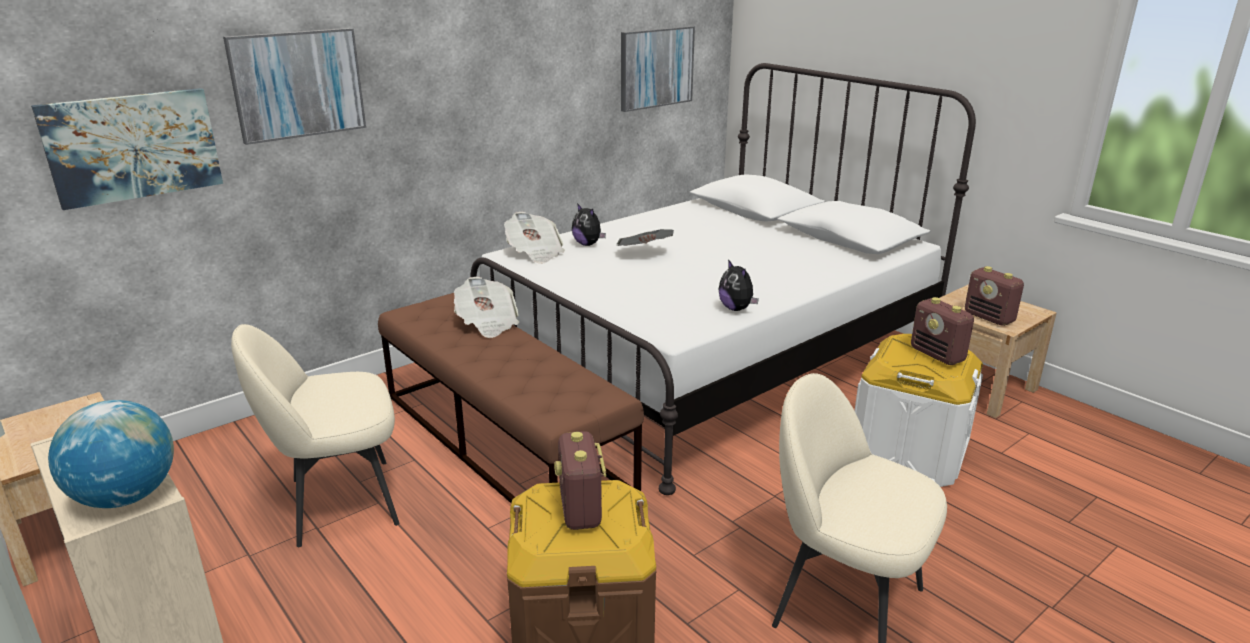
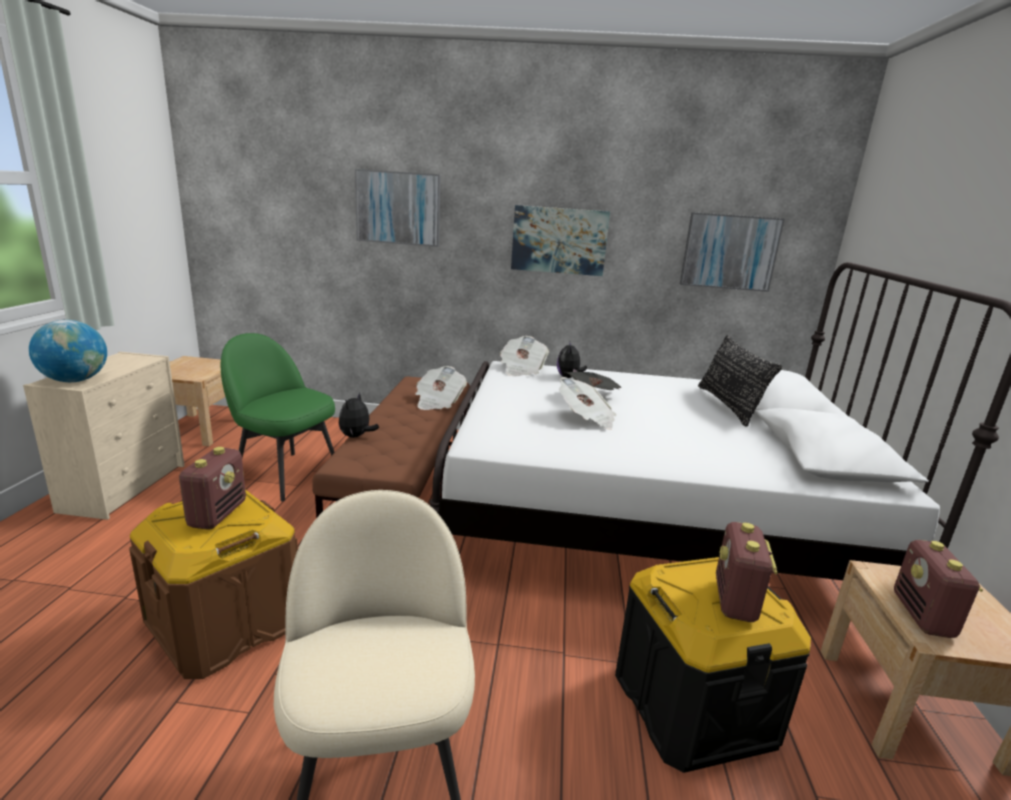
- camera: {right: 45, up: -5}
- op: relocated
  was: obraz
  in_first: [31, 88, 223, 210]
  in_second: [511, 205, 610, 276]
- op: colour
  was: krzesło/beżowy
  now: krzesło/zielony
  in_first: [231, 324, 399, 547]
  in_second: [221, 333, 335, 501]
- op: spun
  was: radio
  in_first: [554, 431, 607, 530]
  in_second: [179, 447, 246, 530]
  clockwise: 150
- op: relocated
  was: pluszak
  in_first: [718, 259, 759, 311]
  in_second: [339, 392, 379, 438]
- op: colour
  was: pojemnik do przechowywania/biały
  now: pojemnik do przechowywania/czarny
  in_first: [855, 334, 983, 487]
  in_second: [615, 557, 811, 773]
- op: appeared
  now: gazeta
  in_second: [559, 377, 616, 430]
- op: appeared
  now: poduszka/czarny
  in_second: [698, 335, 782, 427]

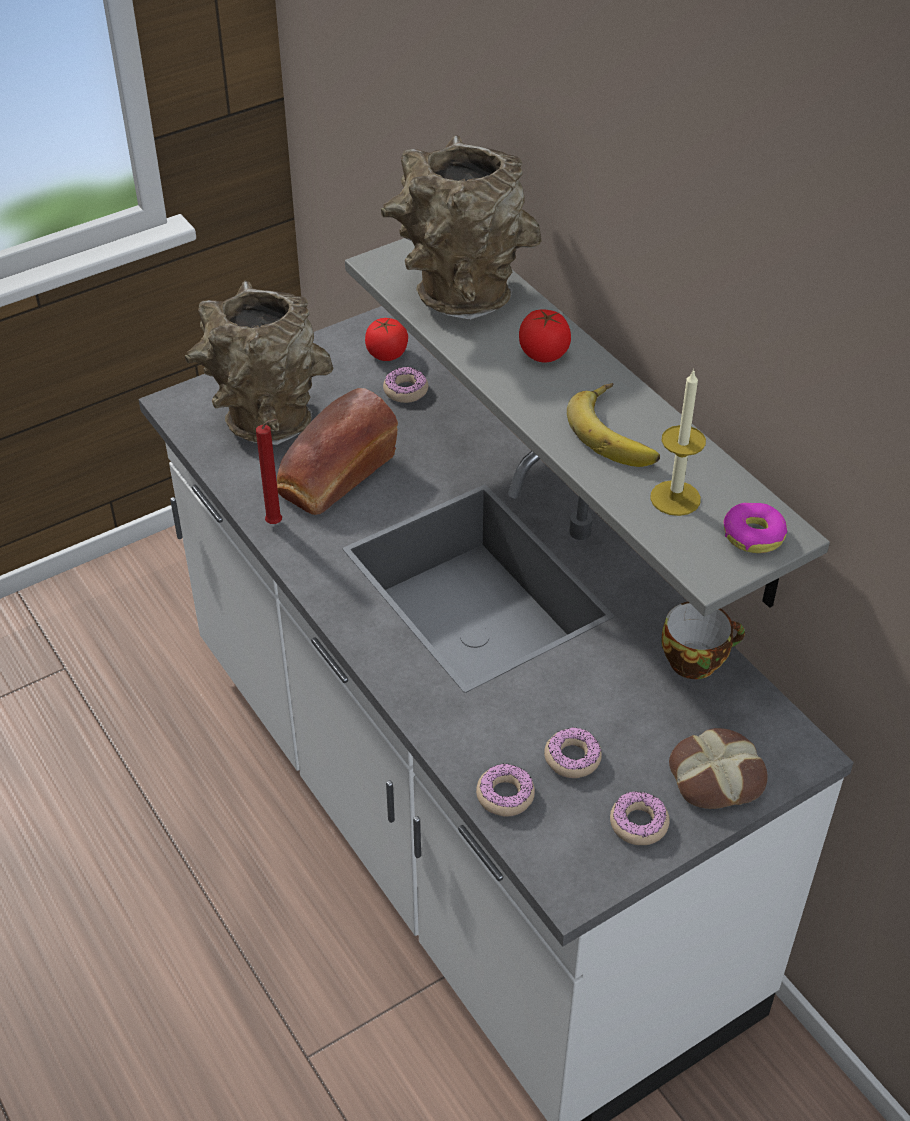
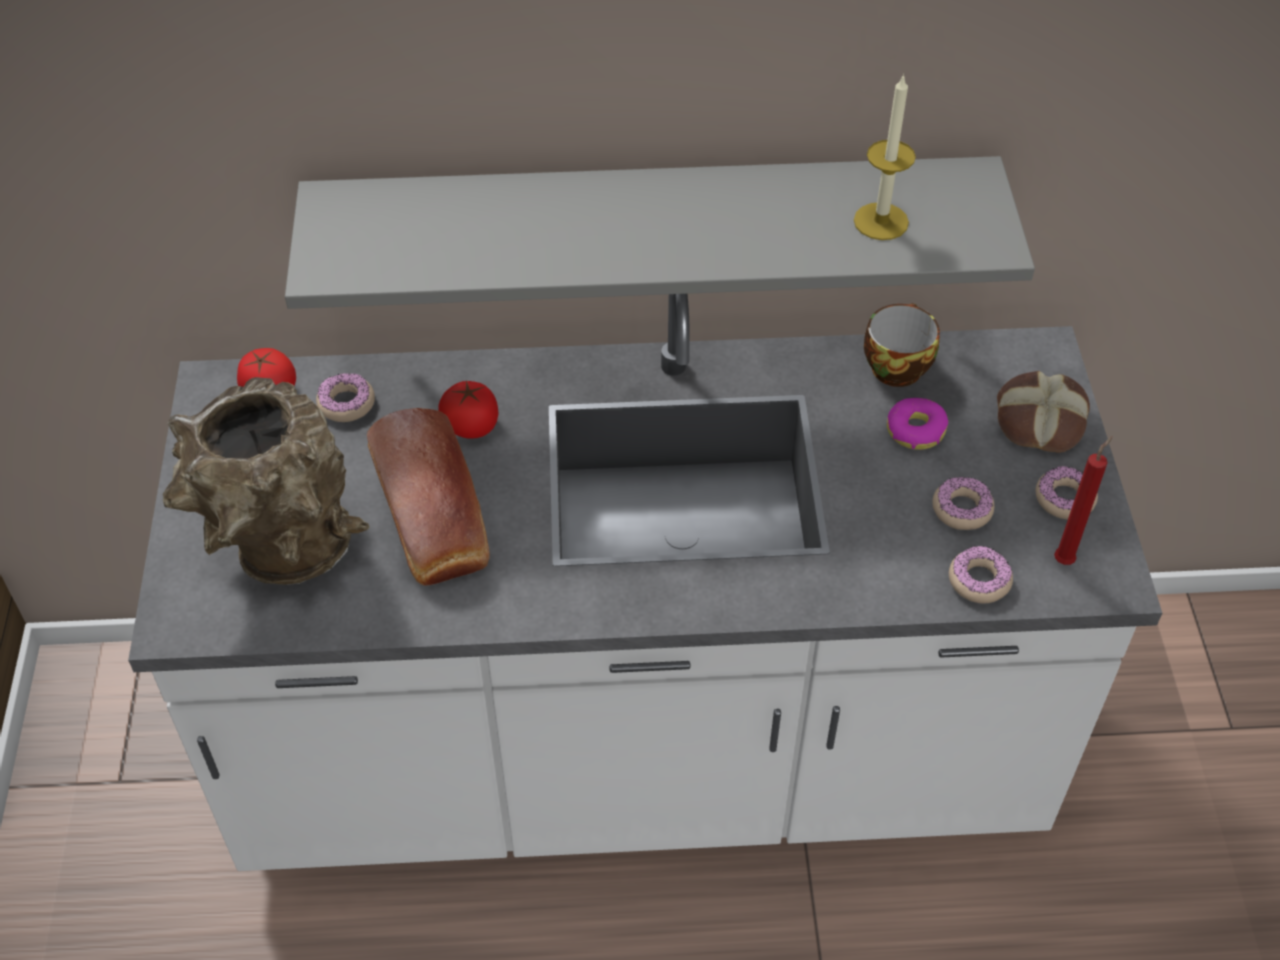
- camera: {right: -60, up: 5}
- op: relocated
  was: świeca/czerwony
  in_first: [256, 419, 282, 524]
  in_second: [1054, 436, 1112, 565]
- op: missing
  was: wazon/brązowy
  in_first: [381, 135, 542, 320]
- op: relocated
  was: pomidor
  in_first: [519, 309, 571, 362]
  in_second: [438, 380, 499, 439]
- op: missing
  was: banan
  in_first: [567, 383, 660, 467]
- op: relocated
  was: donut
  in_first: [723, 503, 787, 553]
  in_second: [887, 398, 948, 450]

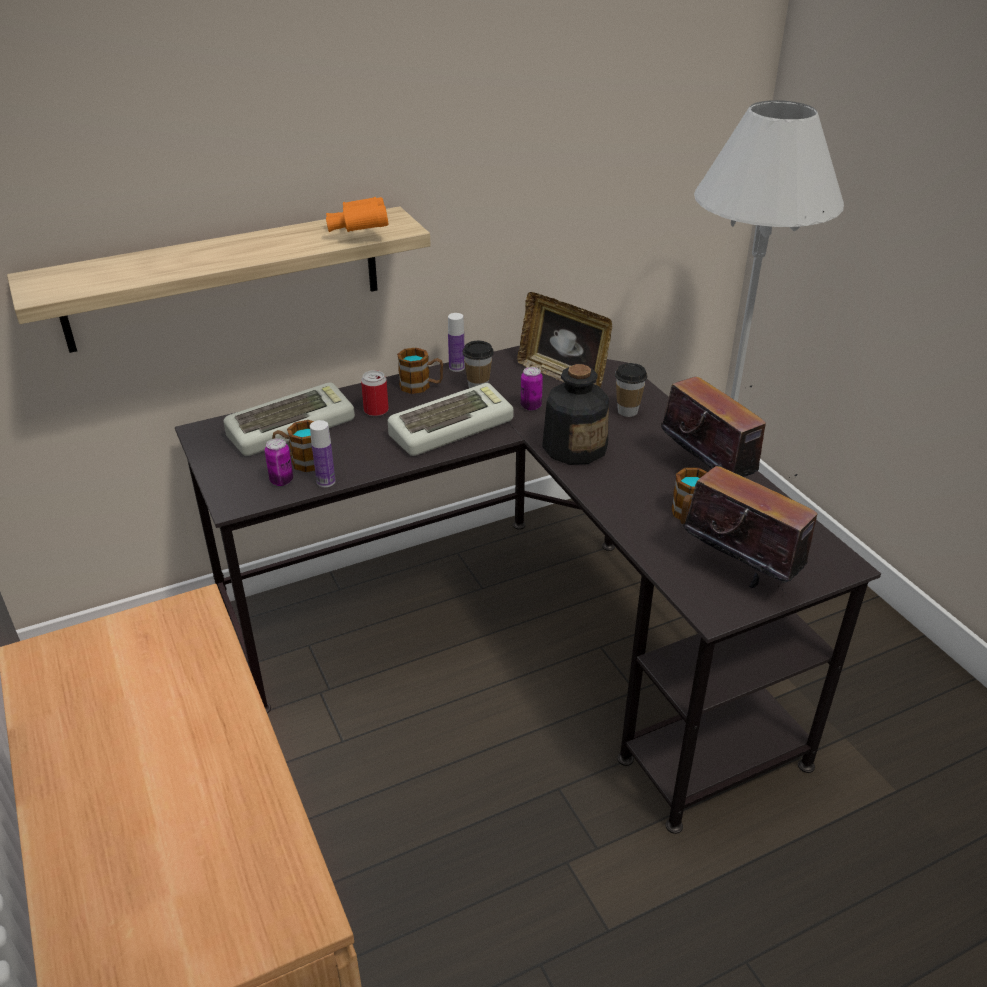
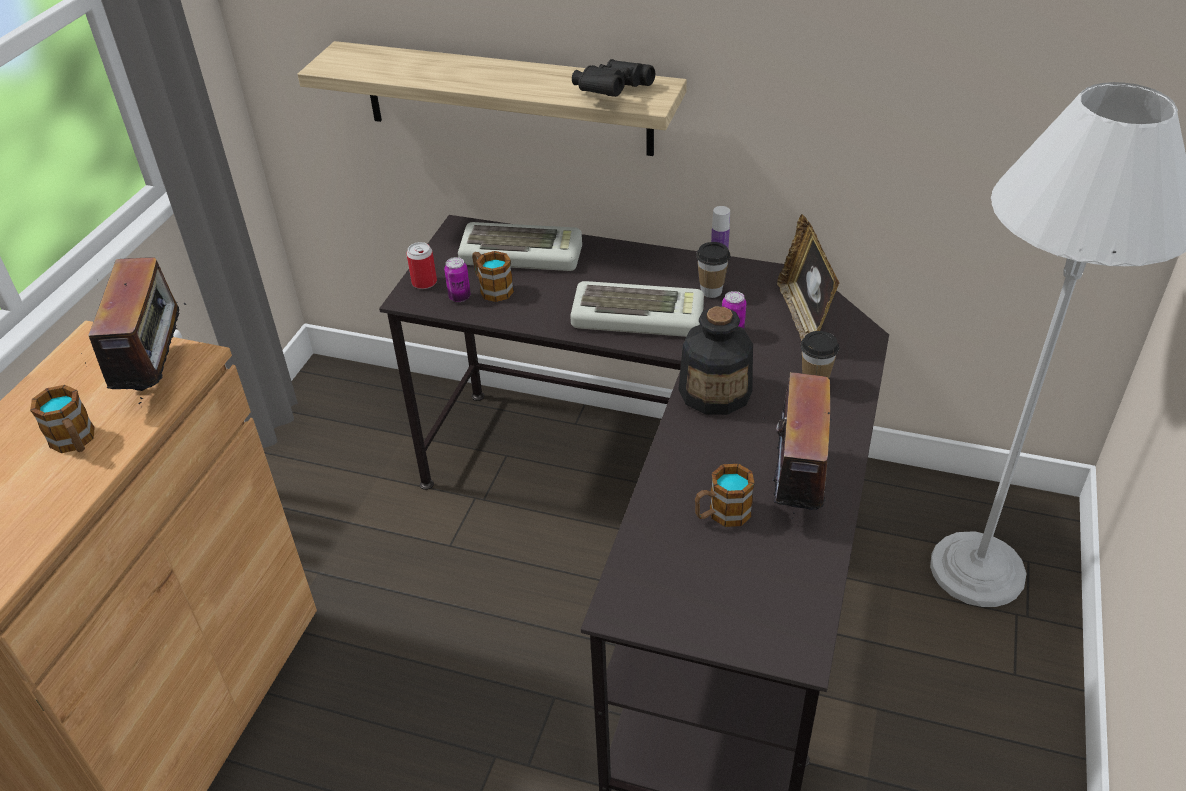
- camera: {right: 45, up: 5}
- op: missing
  was: butelka
  in_first: [310, 420, 335, 487]
- op: colour
  was: lornetka/pomarańczowy
  now: lornetka/czarny
  in_first: [326, 197, 389, 232]
  in_second: [572, 59, 655, 97]
- op: relocated
  was: puszka
  in_first: [361, 370, 389, 416]
  in_second: [407, 242, 437, 289]
- op: relocated
  was: kubek
  in_first: [397, 348, 443, 394]
  in_second: [30, 385, 95, 453]
- op: relocated
  was: radio
  in_first: [683, 466, 817, 593]
  in_second: [81, 257, 186, 404]

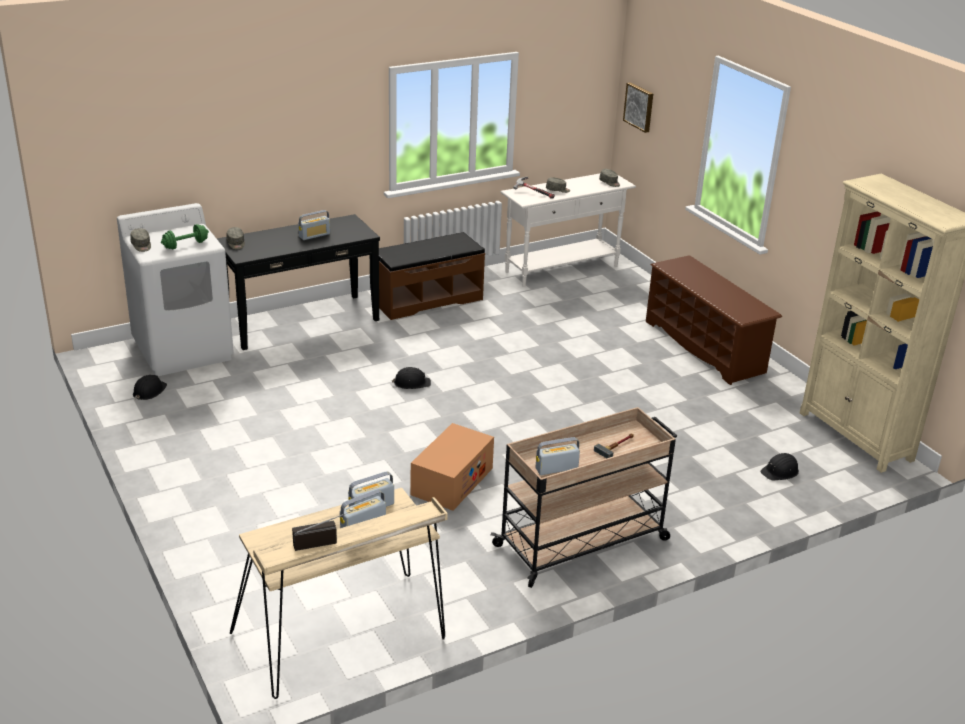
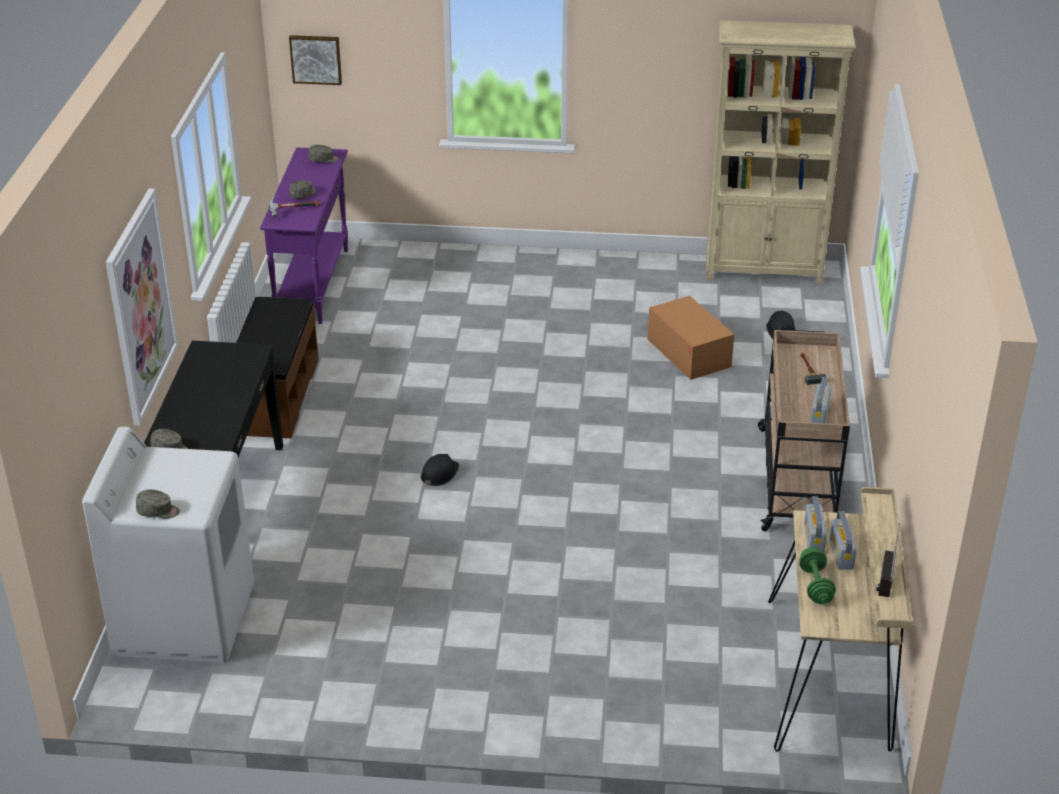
- camera: {right: -55, up: 5}
- op: missing
  was: kask/czarny
  in_first: [133, 375, 167, 400]
- op: relocated
  was: hantel/zielony
  in_first: [161, 224, 209, 250]
  in_second: [799, 547, 836, 604]
- op: missing
  was: radio
  in_first: [298, 210, 330, 240]
- op: relocated
  was: karton
  in_first: [410, 423, 494, 511]
  in_second: [648, 296, 734, 380]
- op: colour
  was: stolik konsolowy/biały
  now: stolik konsolowy/fioletowy
  in_first: [501, 174, 636, 287]
  in_second: [260, 147, 348, 324]
- op: missing
  was: regał na buty/brązowy
  in_first: [646, 255, 782, 385]
- op: appeared
  now: obraz
  in_second: [106, 188, 178, 425]

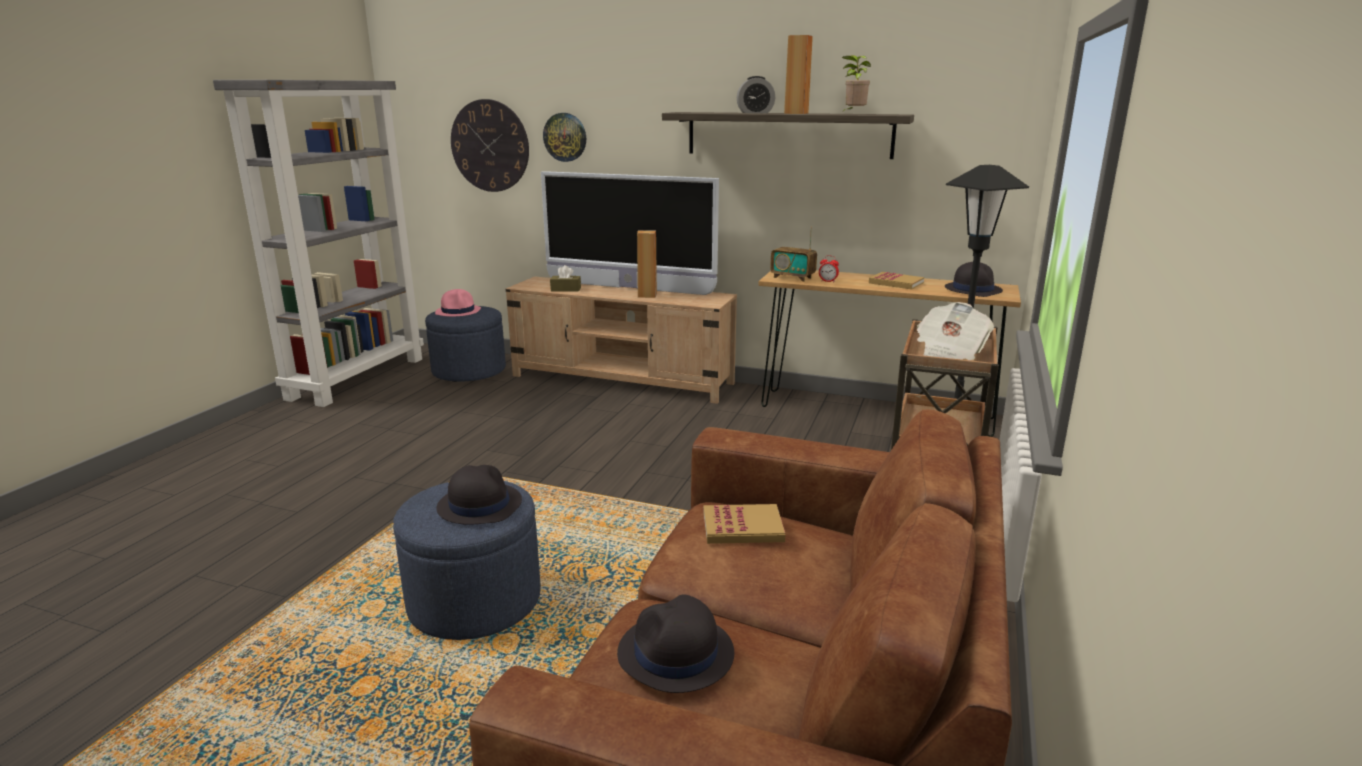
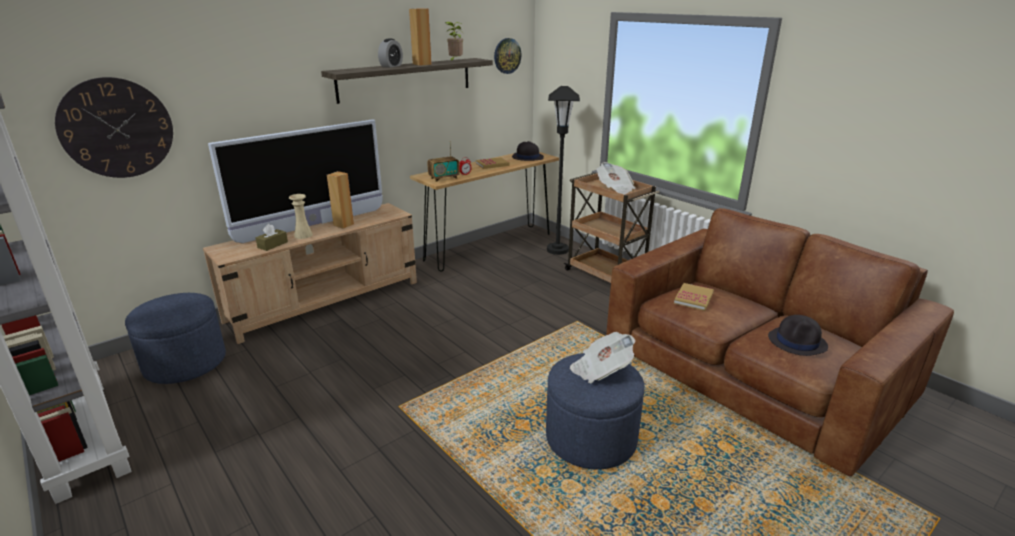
- camera: {right: -60, up: 5}
- op: missing
  was: kapelusz/różowy
  in_first: [435, 289, 481, 316]
- op: exchanged
  was: kapelusz/czarny
  now: gazeta
  in_first: [436, 465, 522, 525]
  in_second: [570, 332, 636, 384]
- op: relocated
  was: zegar ścienny
  in_first: [543, 113, 586, 162]
  in_second: [494, 38, 521, 74]
- op: appeared
  now: wazon/beżowy
  in_second: [289, 194, 313, 239]

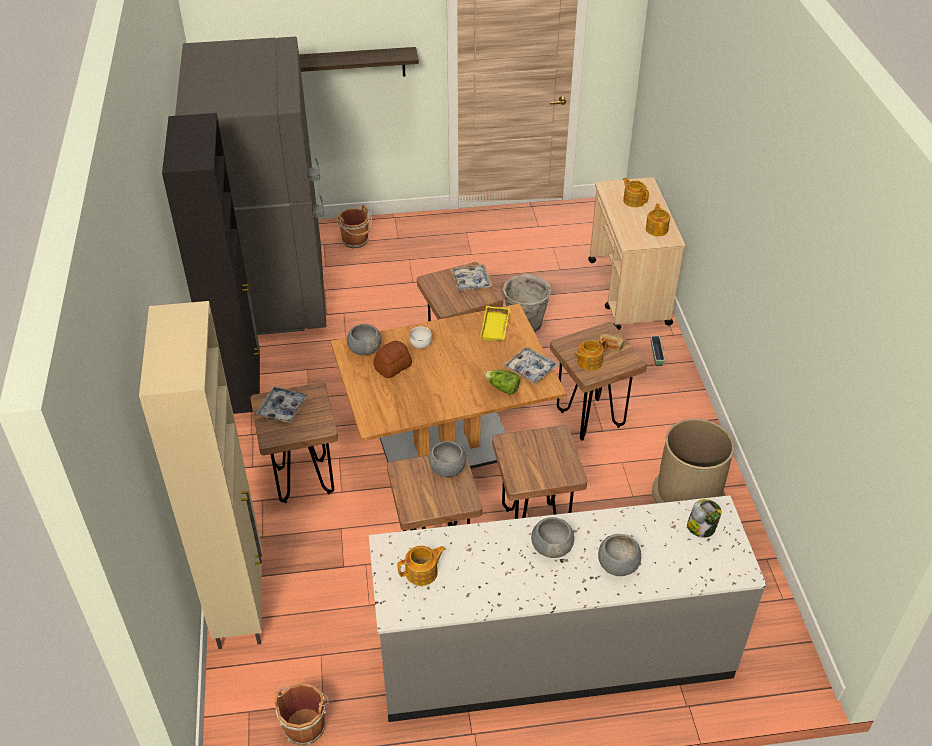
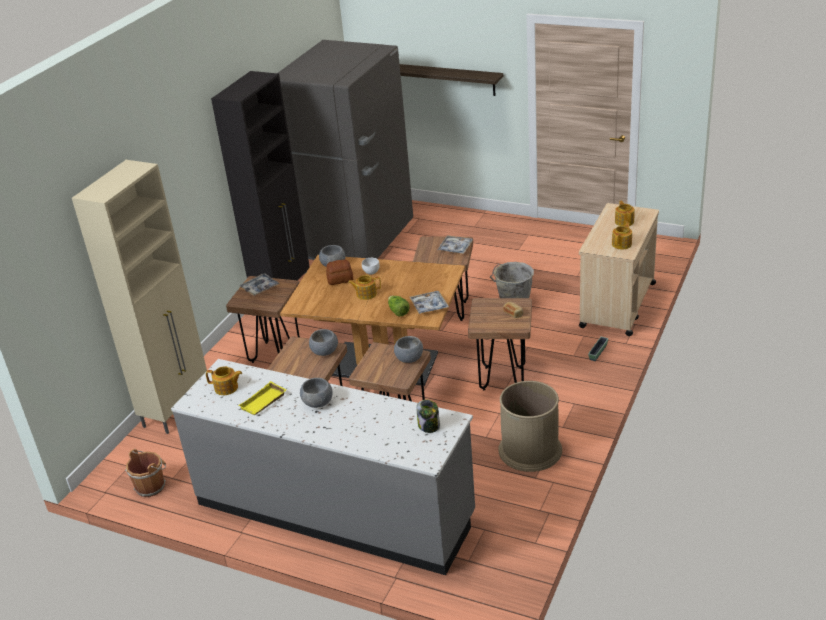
- camera: {right: 35, up: -10}
- op: missing
  was: wiadro/brązowy
  in_first: [337, 205, 372, 249]
- op: relocated
  was: taca/żółty
  in_first: [480, 306, 510, 341]
  in_second: [239, 381, 286, 415]
- op: relocated
  was: imbryk
  in_first: [575, 338, 607, 371]
  in_second: [348, 275, 381, 300]
- op: relocated
  was: miska/szary
  in_first: [598, 534, 641, 576]
  in_second: [394, 336, 423, 363]

